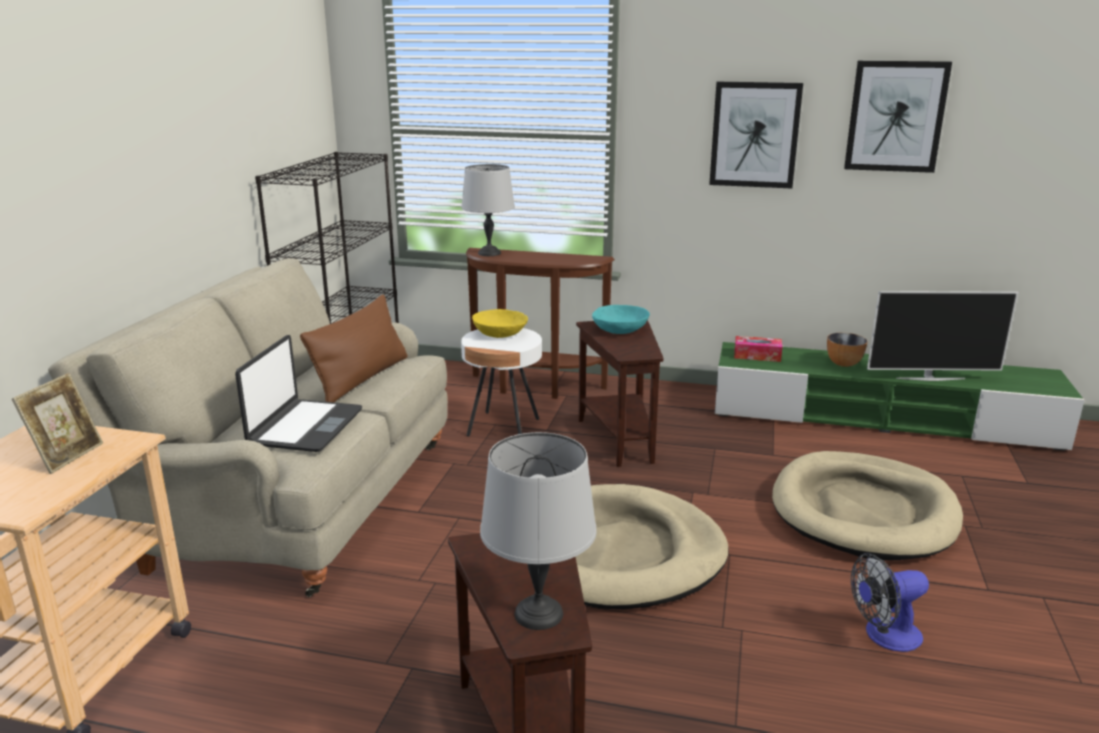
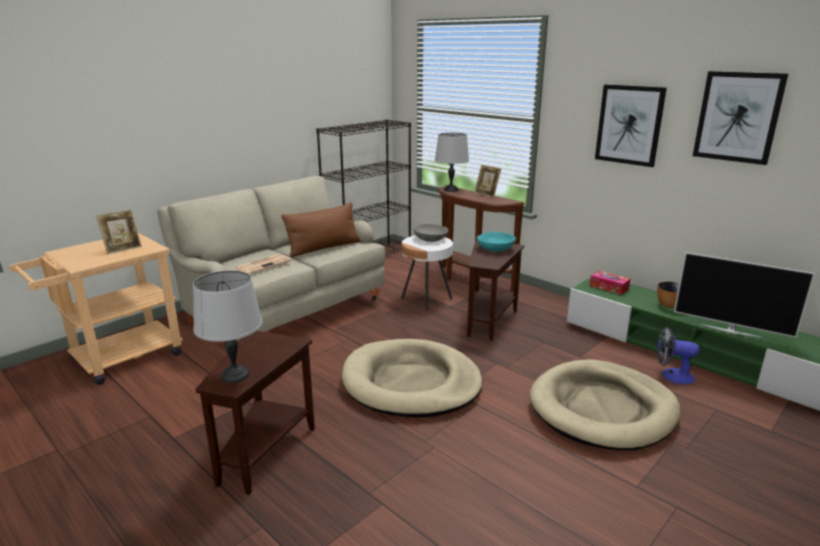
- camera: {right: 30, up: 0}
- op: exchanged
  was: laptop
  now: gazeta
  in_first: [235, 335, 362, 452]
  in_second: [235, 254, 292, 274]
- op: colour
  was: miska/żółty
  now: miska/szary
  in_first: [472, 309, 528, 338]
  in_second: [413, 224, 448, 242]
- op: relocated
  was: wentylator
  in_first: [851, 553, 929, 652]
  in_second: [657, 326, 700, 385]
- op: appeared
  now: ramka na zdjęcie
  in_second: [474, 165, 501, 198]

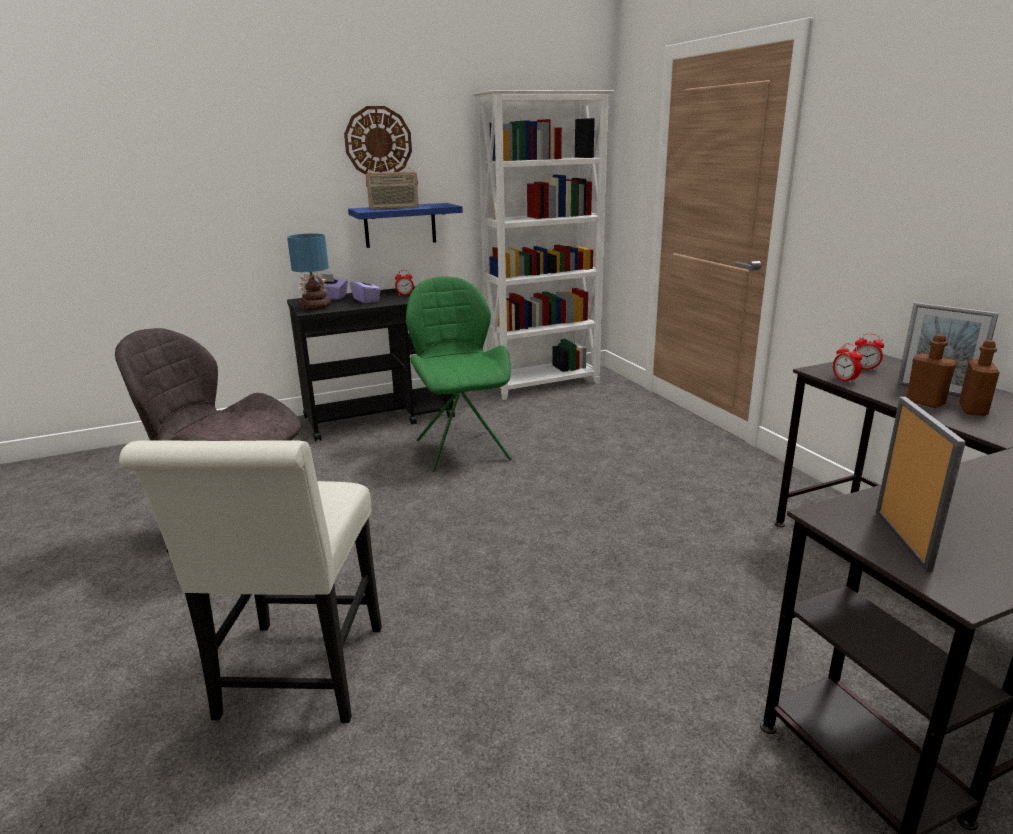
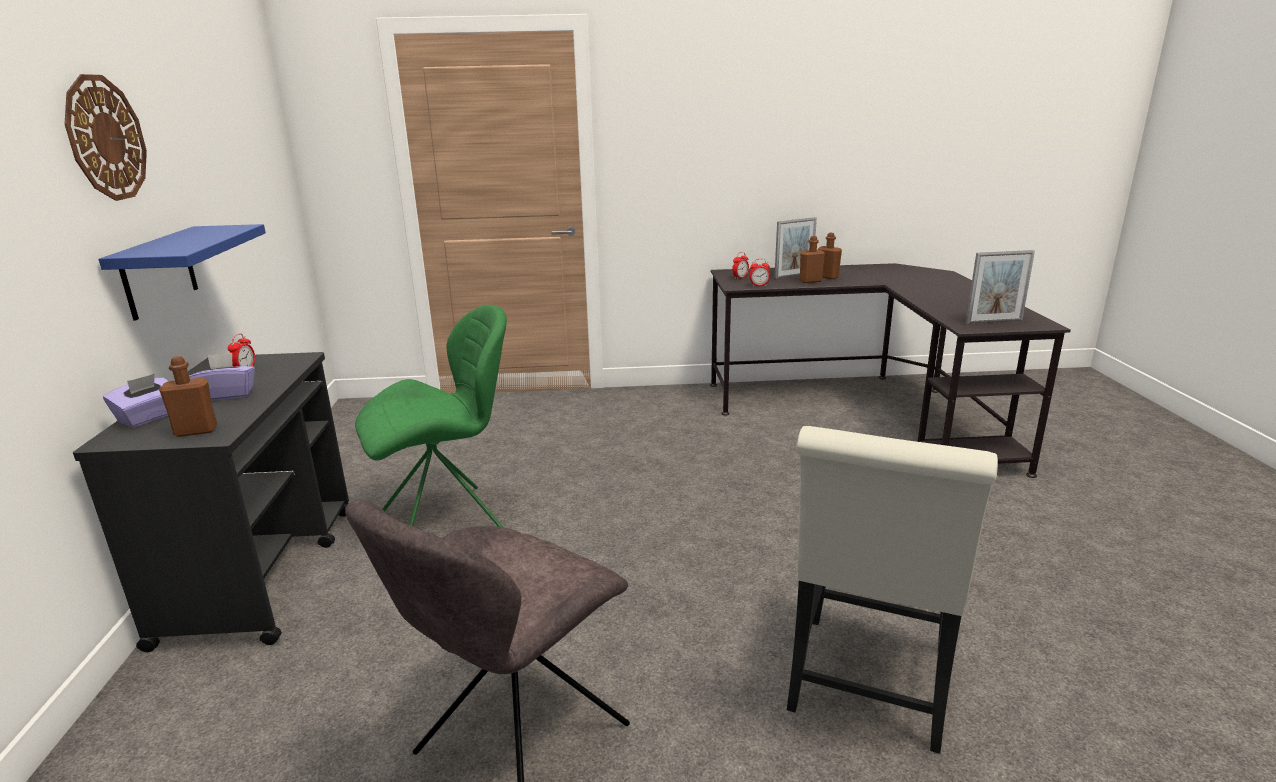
- camera: {right: -70, up: 0}
- op: spun
  was: krzesło/biały
  in_first: [119, 440, 382, 723]
  in_second: [787, 426, 998, 754]
  clockwise: 90
- op: exchanged
  was: lampa stołowa
  now: butelka/brązowy
  in_first: [287, 233, 331, 310]
  in_second: [159, 356, 217, 437]
- op: missing
  was: radio
  in_first: [366, 163, 419, 209]
- op: spun
  was: krzesło/zielony
  in_first: [406, 276, 512, 472]
  in_second: [355, 305, 507, 527]
  clockwise: 150
- op: missing
  was: regał/biały
  in_first: [473, 90, 615, 400]
- op: spun
  was: ramka na zdjęcie
  in_first: [876, 397, 966, 572]
  in_second: [966, 250, 1035, 324]
  clockwise: 150

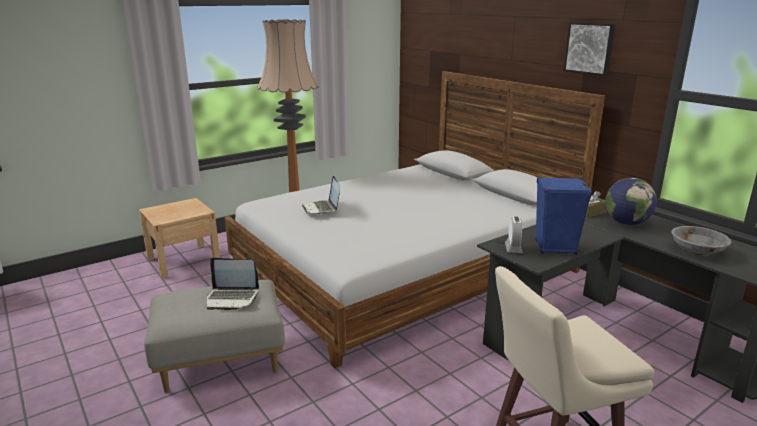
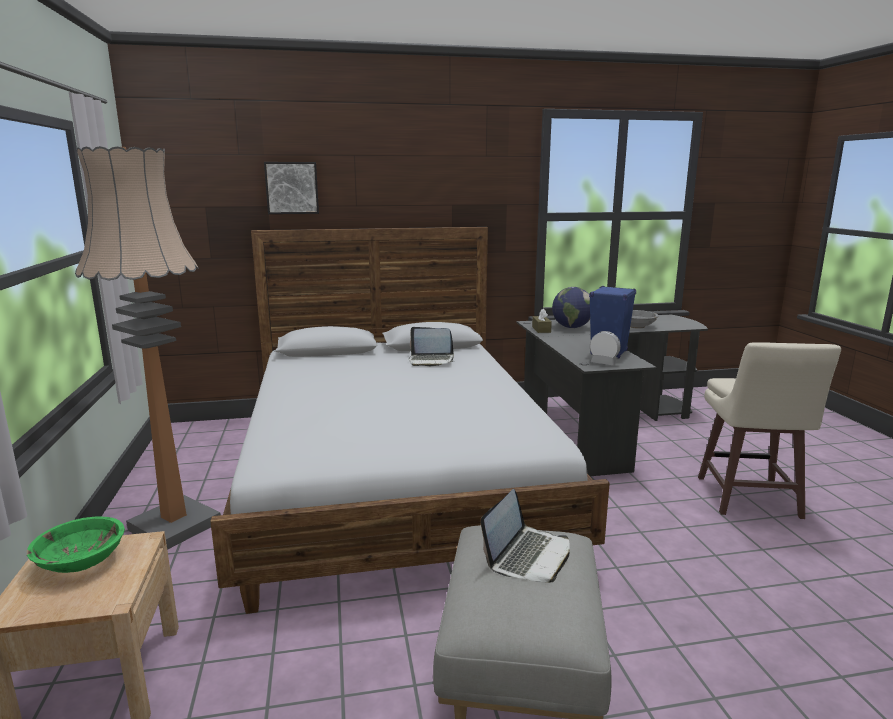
- camera: {right: -65, up: -5}
- op: relocated
  was: laptop
  in_first: [302, 176, 340, 214]
  in_second: [409, 327, 454, 366]
- op: relocated
  was: obraz
  in_first: [564, 22, 616, 76]
  in_second: [264, 162, 319, 214]
- op: appeared
  now: miska/zielony
  in_second: [27, 516, 125, 573]

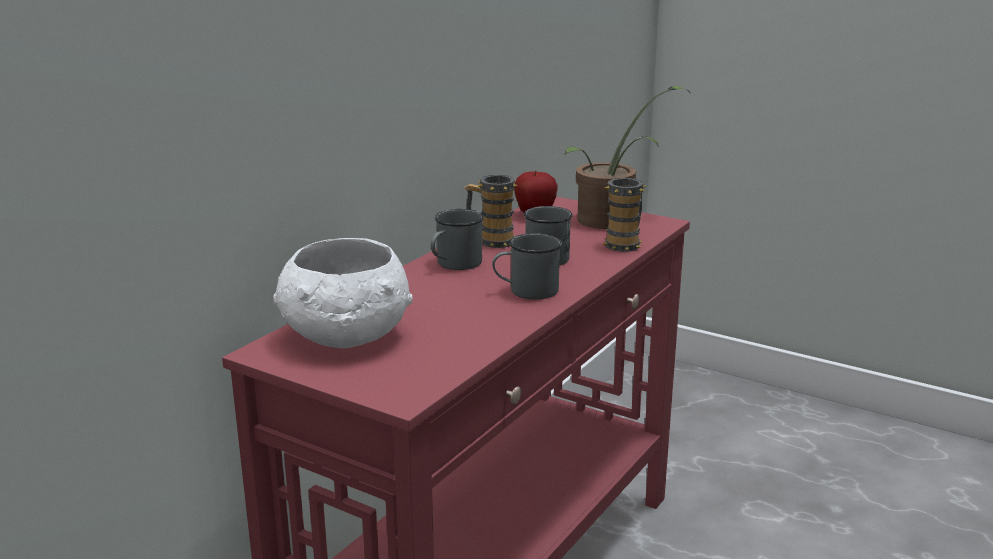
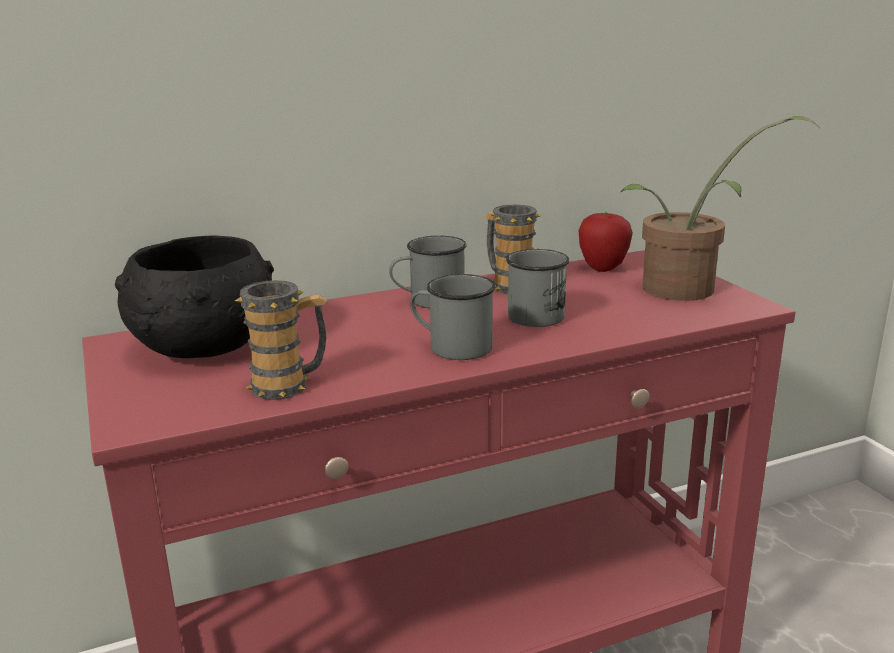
- camera: {right: 35, up: 0}
- op: colour
  was: miska/biały
  now: miska/czarny
  in_first: [273, 238, 413, 348]
  in_second: [115, 235, 274, 358]
- op: relocated
  was: kubek
  in_first: [603, 178, 645, 252]
  in_second: [235, 280, 328, 400]

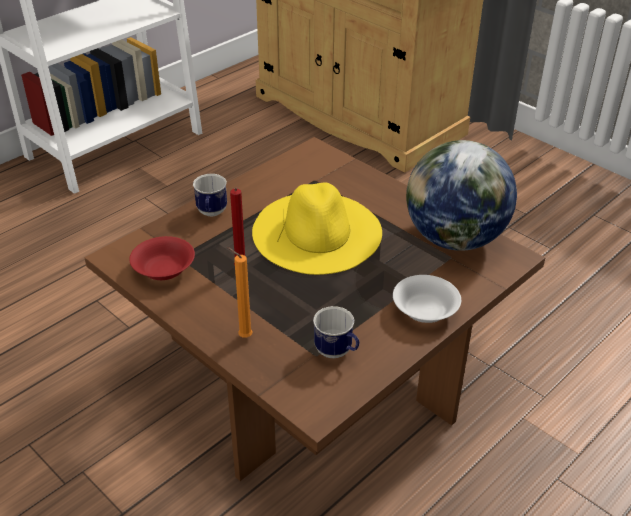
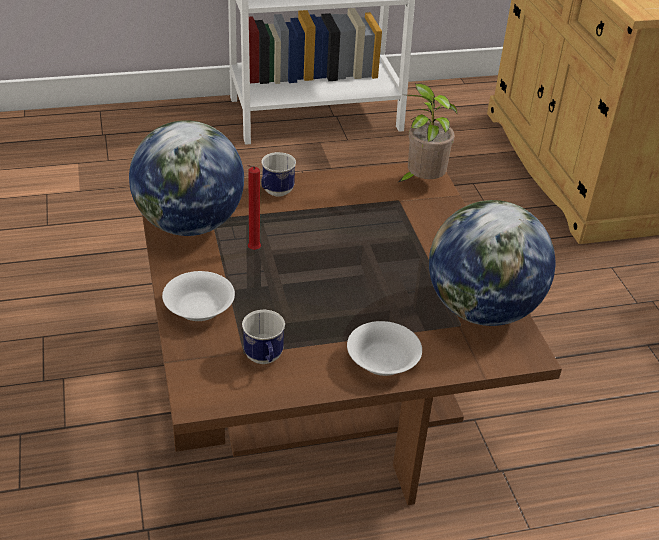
- camera: {right: 30, up: 0}
- op: exchanged
  was: miska/czerwony
  now: globus
  in_first: [129, 236, 195, 280]
  in_second: [129, 120, 244, 236]
- op: exchanged
  was: świeca/pomarańczowy
  now: miska/biały
  in_first: [227, 247, 252, 338]
  in_second: [162, 271, 235, 321]
- op: missing
  was: kapelusz/żółty
  in_first: [252, 182, 382, 275]
- op: appeared
  now: roślina doniczkowa
  in_second: [397, 83, 458, 183]

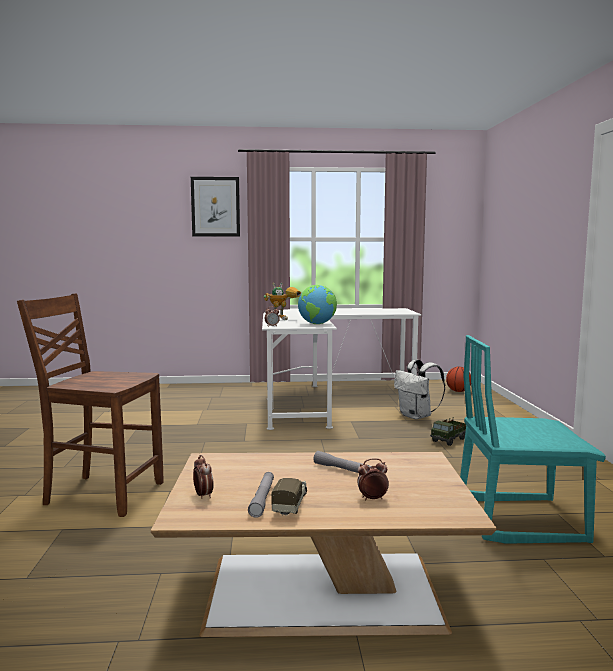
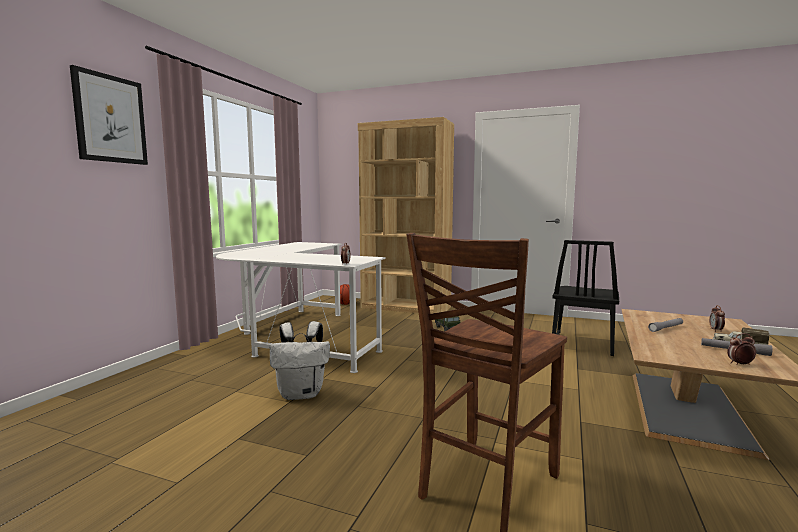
- camera: {right: -65, up: 0}
- op: missing
  was: robot zabawkowy
  in_first: [264, 283, 301, 320]
- op: missing
  was: globus
  in_first: [298, 285, 337, 324]
- op: relocated
  was: plecak/biały
  in_first: [394, 359, 445, 420]
  in_second: [270, 321, 330, 400]
- op: colour
  was: krzesło/turkusowy
  now: krzesło/czarny
  in_first: [460, 335, 606, 544]
  in_second: [552, 240, 619, 356]
- op: appeared
  now: regał/brązowy
  in_second: [358, 117, 454, 314]

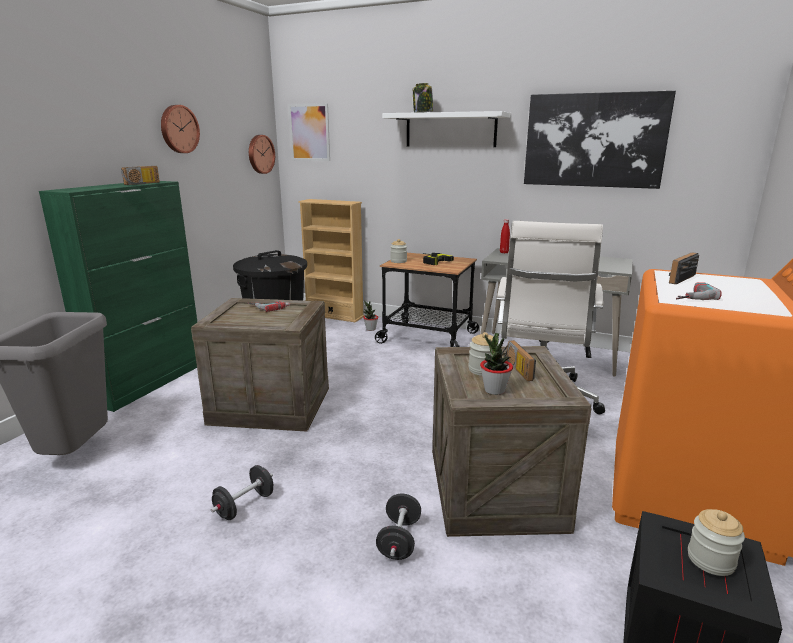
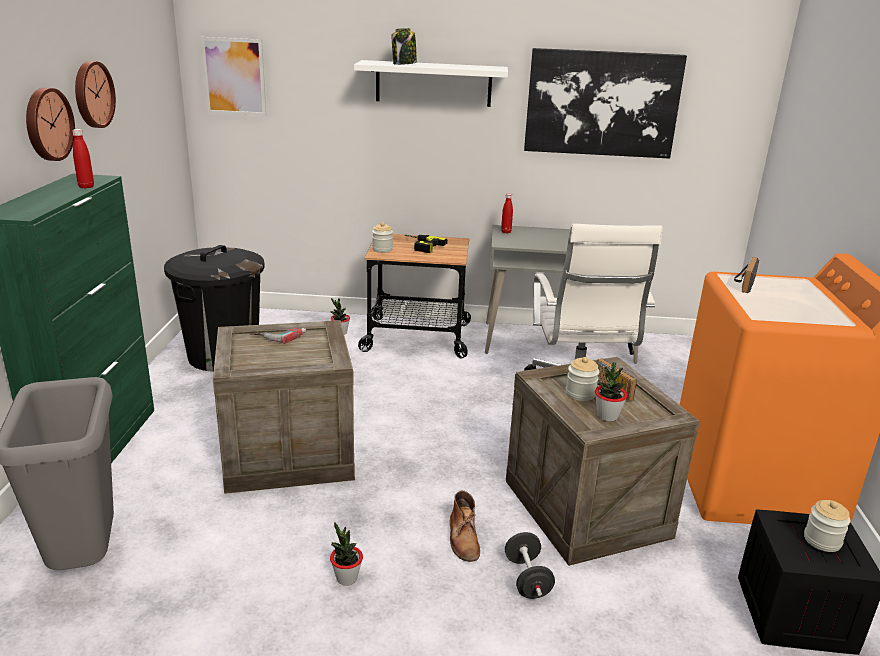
- camera: {right: -20, up: 5}
- op: exchanged
  was: radio
  now: butelka/czerwony
  in_first: [121, 166, 160, 185]
  in_second: [72, 129, 94, 189]
- op: exchanged
  was: hantel/czarny
  now: roślina doniczkowa
  in_first: [211, 465, 273, 520]
  in_second: [330, 522, 363, 586]
- op: relocated
  was: zegar ścienny
  in_first: [249, 135, 275, 174]
  in_second: [26, 88, 75, 161]
- op: missing
  was: regał/beżowy
  in_first: [298, 199, 364, 322]
- op: missing
  was: wiertarka
  in_first: [676, 282, 722, 300]
- op: appeared
  now: but z cholewką/brązowy
  in_second: [450, 491, 480, 562]

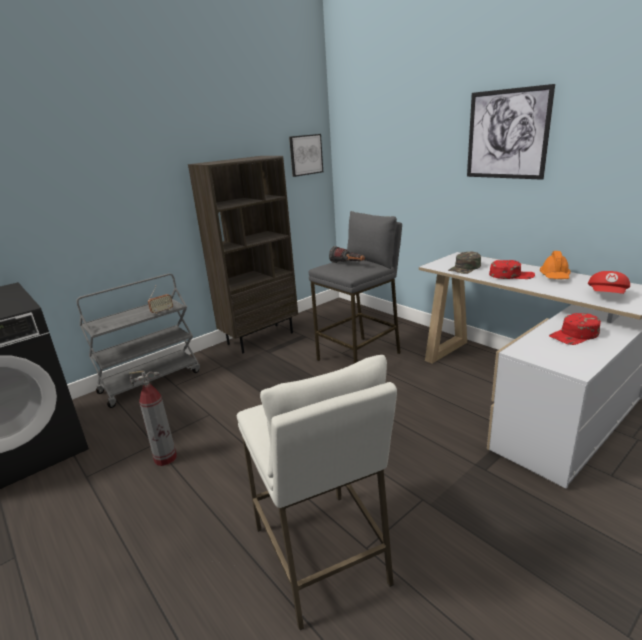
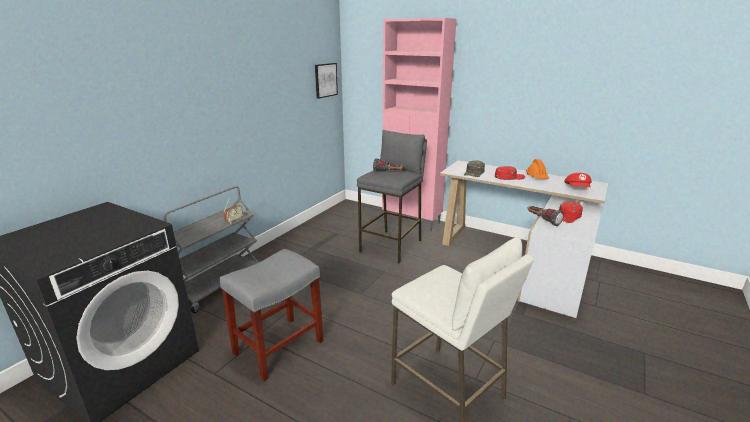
- camera: {right: -20, up: 0}
- op: exchanged
  was: gaśnica
  now: stołek/szary
  in_first: [129, 370, 177, 466]
  in_second: [220, 249, 323, 381]
- op: missing
  was: regał/brązowy
  in_first: [188, 156, 298, 353]
- op: missing
  was: obraz
  in_first: [467, 84, 555, 180]
- op: appeared
  now: szafka/różowy
  in_second: [382, 18, 457, 231]
- op: appeared
  now: latarka
  in_second: [527, 206, 564, 226]

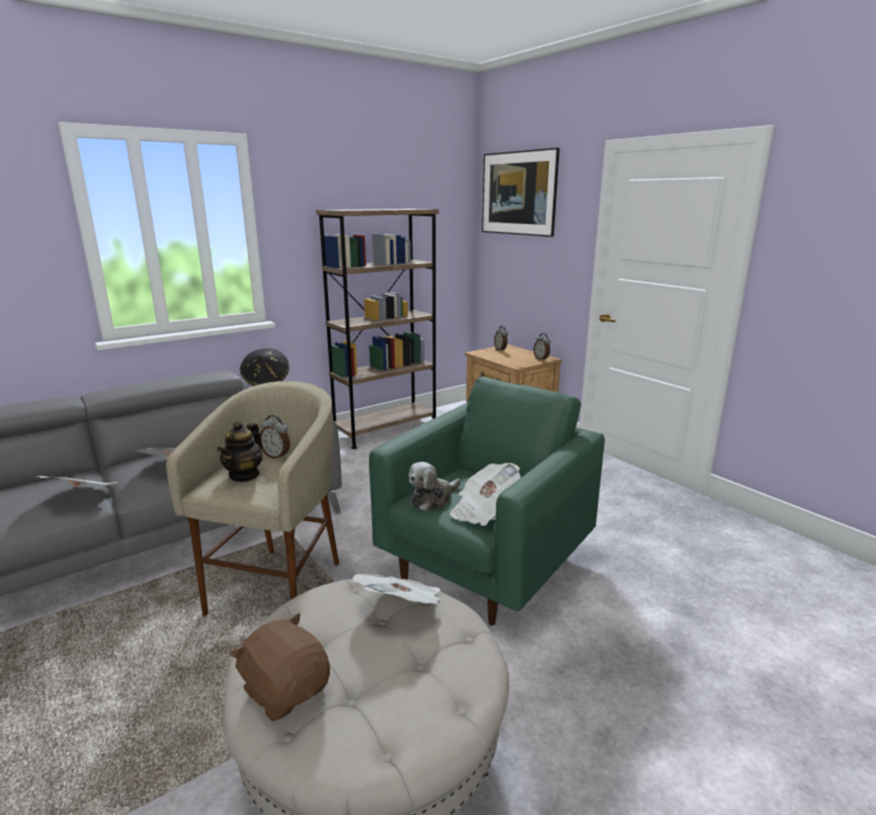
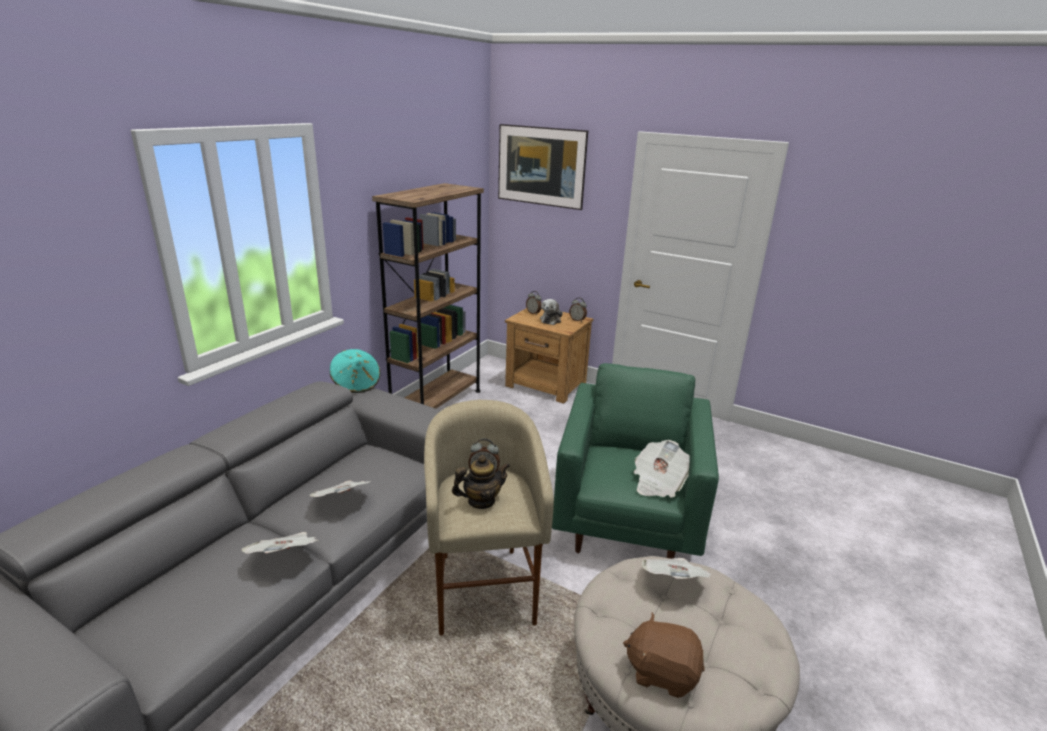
- camera: {right: -25, up: 5}
- op: spun
  was: imbryk
  in_first: [217, 421, 263, 482]
  in_second: [452, 455, 510, 509]
  clockwise: -105
- op: colour
  was: kapelusz/czarny
  now: kapelusz/turkusowy
  in_first: [240, 348, 289, 386]
  in_second: [330, 349, 380, 393]
- op: relocated
  was: pluszak
  in_first: [409, 462, 461, 511]
  in_second: [540, 299, 563, 325]

